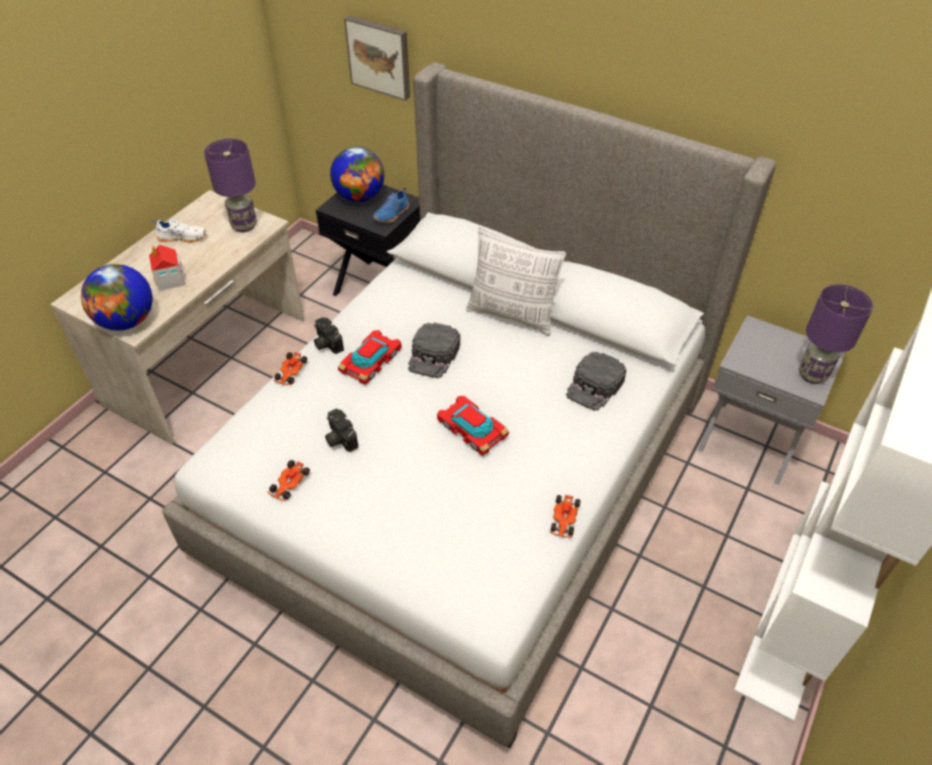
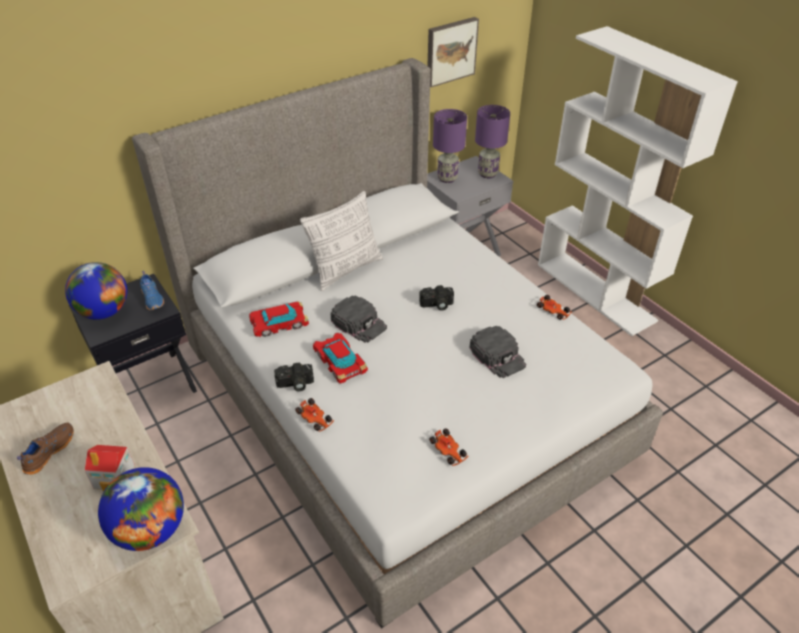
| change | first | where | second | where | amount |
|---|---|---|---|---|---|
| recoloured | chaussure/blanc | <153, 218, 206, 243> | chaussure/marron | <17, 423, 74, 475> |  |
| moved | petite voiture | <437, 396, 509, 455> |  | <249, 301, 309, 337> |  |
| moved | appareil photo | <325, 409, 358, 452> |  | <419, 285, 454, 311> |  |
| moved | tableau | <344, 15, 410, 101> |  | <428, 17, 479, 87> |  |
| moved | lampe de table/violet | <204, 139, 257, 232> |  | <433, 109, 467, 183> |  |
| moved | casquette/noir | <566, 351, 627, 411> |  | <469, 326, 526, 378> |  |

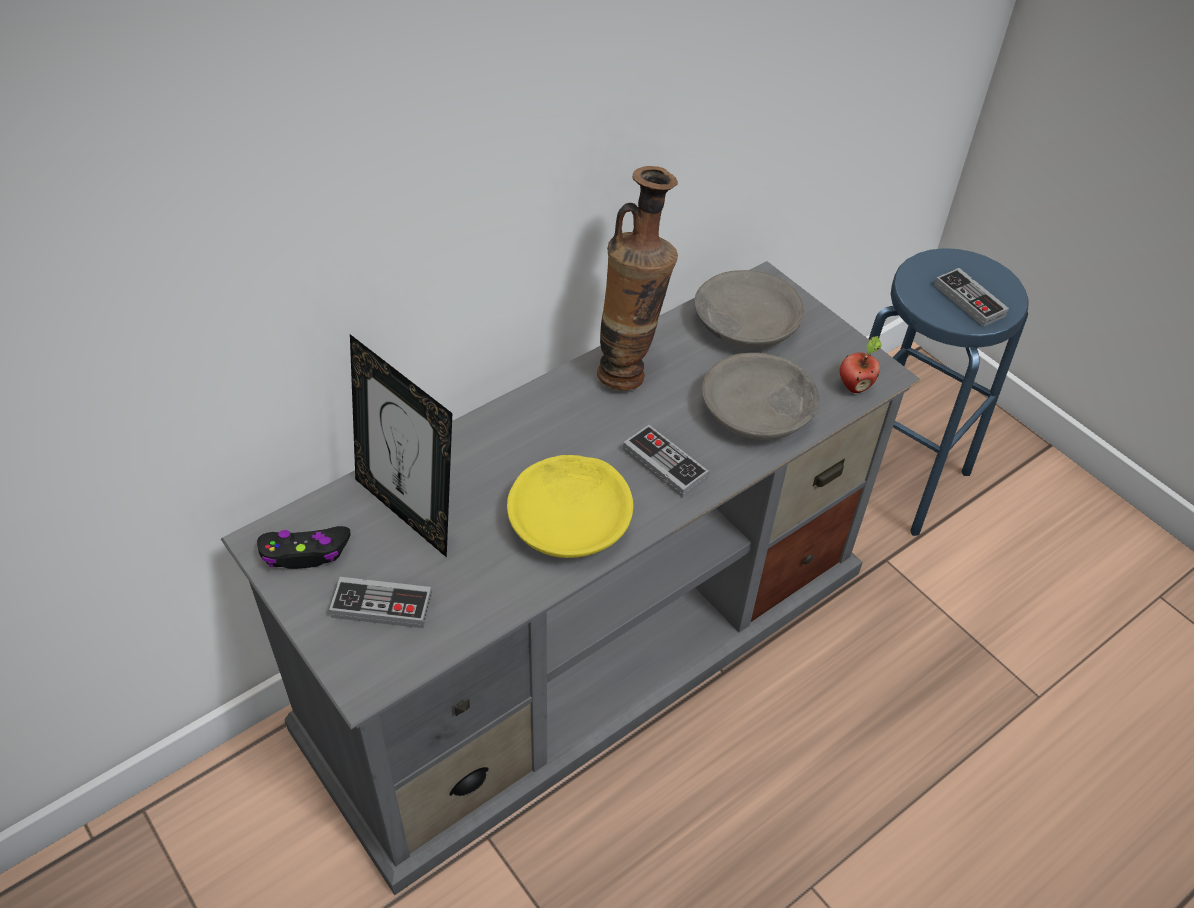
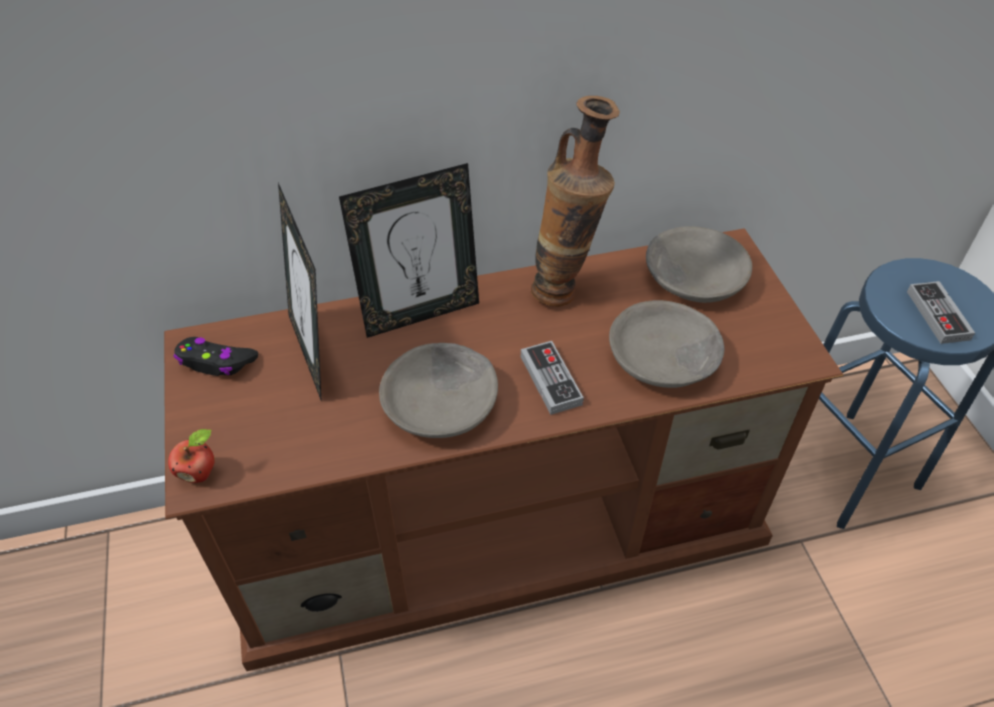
| change | first | where | second | where | amount |
|---|---|---|---|---|---|
| recoloured | meuble télé/gris | <221, 261, 921, 895> | meuble télé/marron | <164, 228, 844, 671> |  |
| moved | pomme | <840, 336, 881, 393> |  | <168, 429, 215, 483> |  |
| added |  |  | cadre photo | <339, 163, 479, 338> |  |
| recoloured | bol/jaune | <507, 455, 633, 558> | bol/gris | <379, 343, 498, 438> |  |
| removed | manette | <329, 577, 432, 628> |  |  |  |

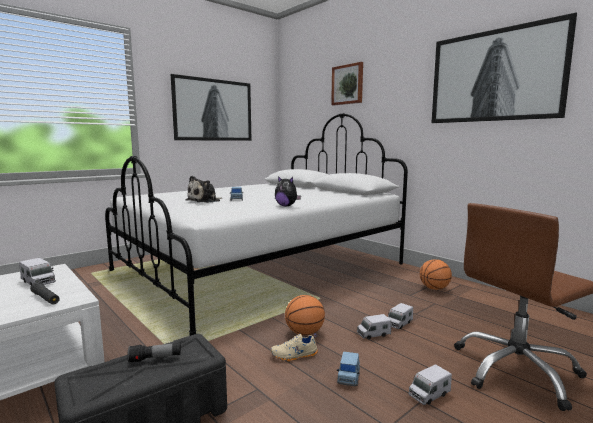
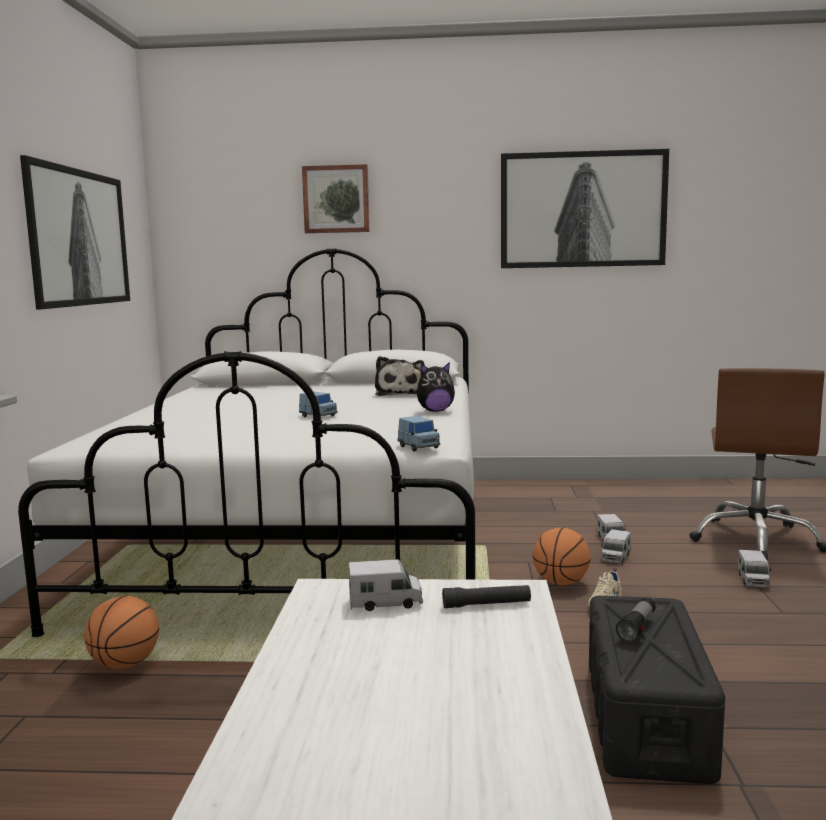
| change | first | where | second | where | amount |
|---|---|---|---|---|---|
| moved | ballon de basket | <420, 259, 452, 290> |  | <84, 596, 159, 669> |  |
| moved | peluche | <186, 176, 222, 203> |  | <375, 356, 424, 396> |  |
| moved | petite voiture/bleu | <337, 352, 360, 386> |  | <397, 416, 440, 451> |  |

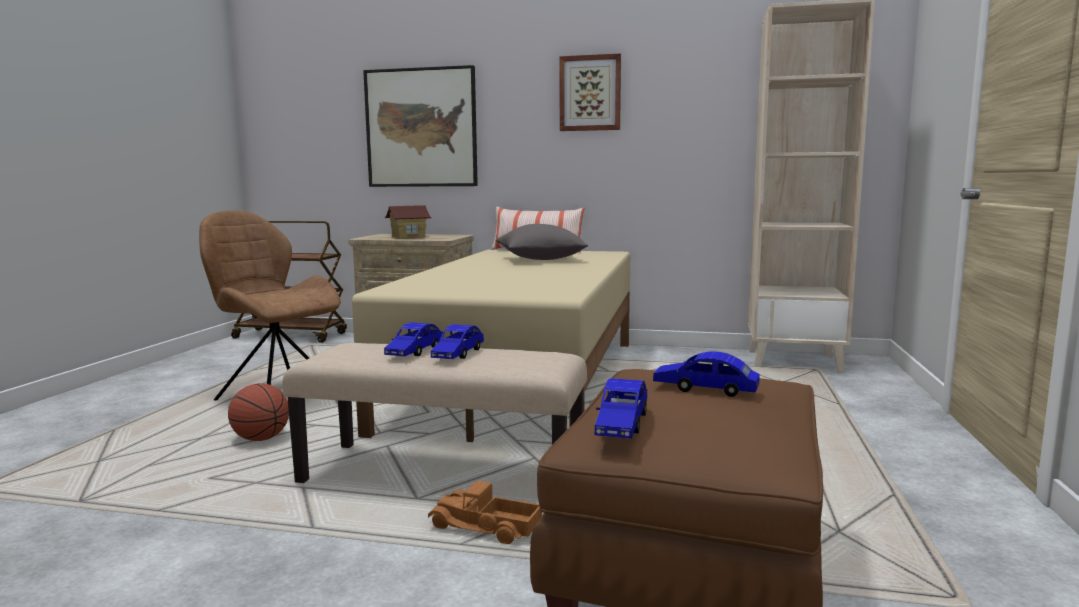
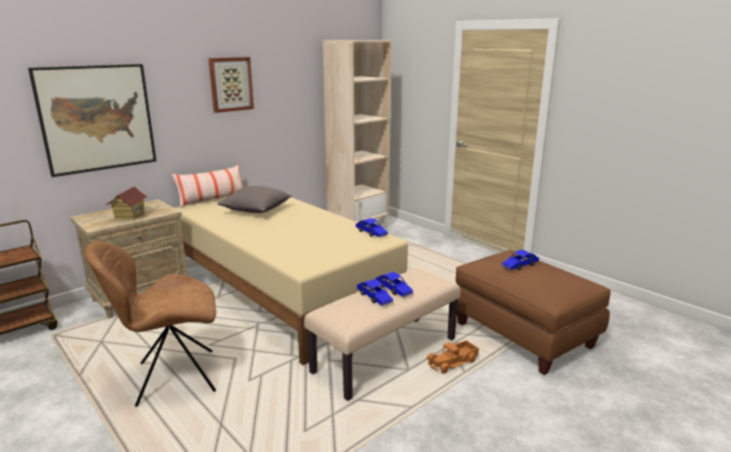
| change | first | where | second | where | amount |
|---|---|---|---|---|---|
| moved | petite voiture/bleu | <595, 378, 647, 439> |  | <356, 218, 388, 237> |  |
| removed | ballon de basket | <228, 383, 289, 441> |  |  |  |

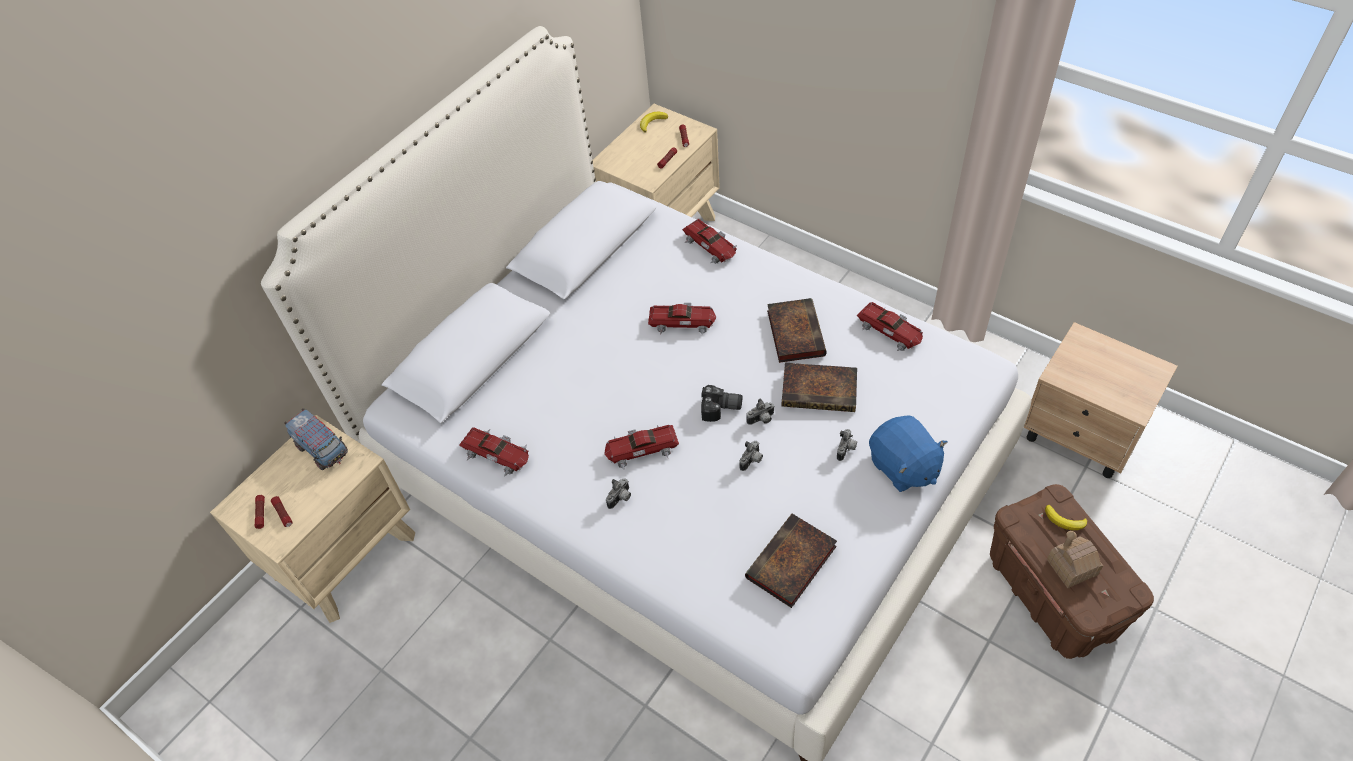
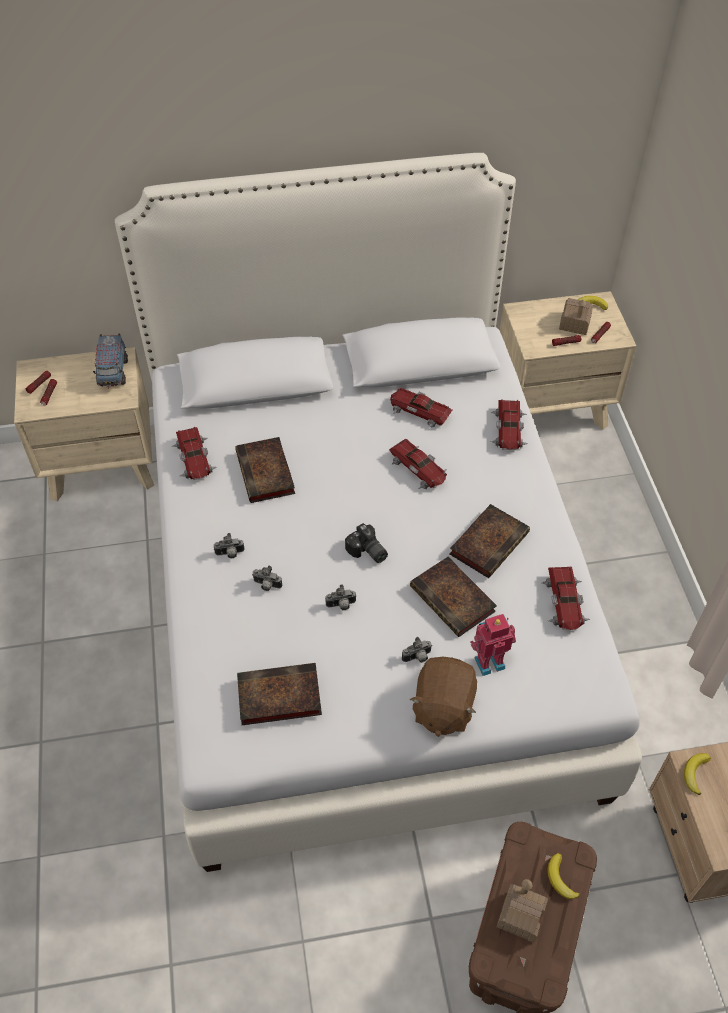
| change | first | where | second | where | amount |
|---|---|---|---|---|---|
| added |  |  | livre | <235, 437, 295, 503> |  |
| moved | appareil photo | <746, 398, 775, 425> |  | <252, 565, 282, 591> |  |
| moved | petite voiture | <604, 425, 679, 470> |  | <390, 388, 452, 428> |  |
| recoloured | peluche/bleu | <869, 415, 948, 492> | peluche/marron | <410, 657, 477, 737> |  |
| added |  |  | robot jouet | <470, 614, 516, 676> |  |
| added |  |  | maison miniature | <559, 298, 593, 335> |  |
| added |  |  | banane | <684, 753, 711, 795> |  |

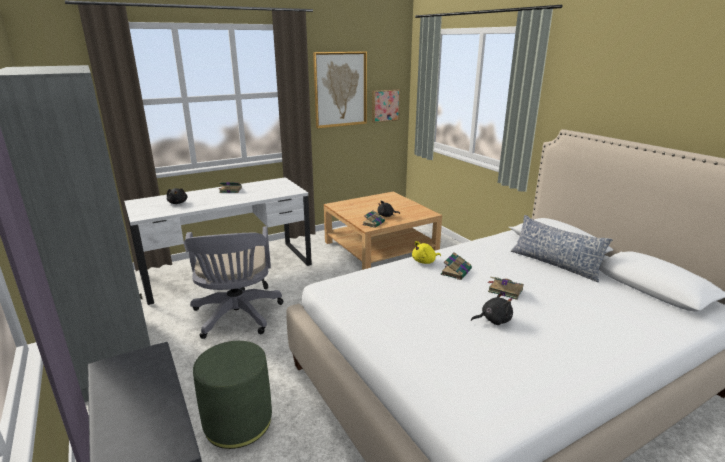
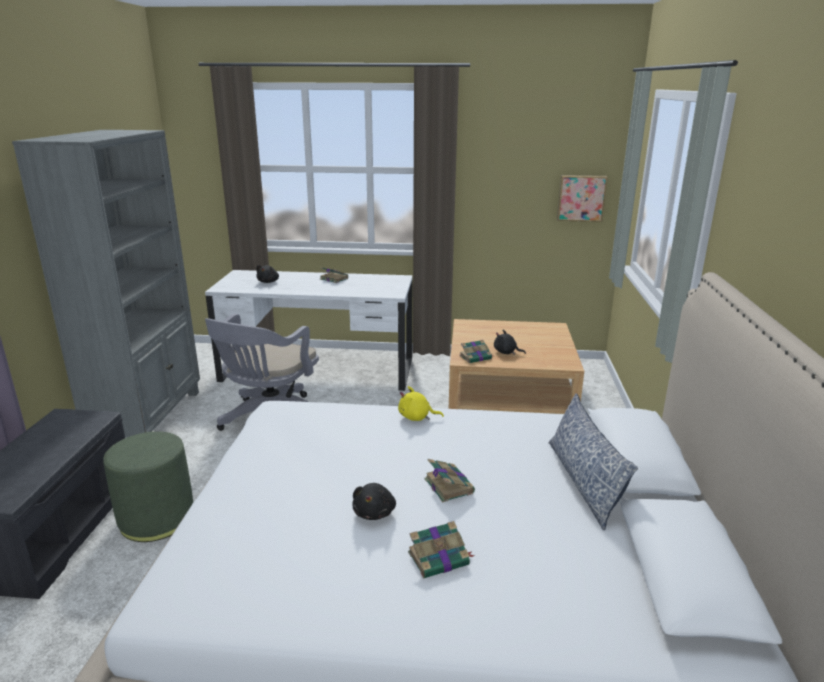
| change | first | where | second | where | amount |
|---|---|---|---|---|---|
| turned | peluche/noir | <471, 292, 513, 325> |  | <352, 483, 396, 520> | 75 degrees clockwise |
| moved | livre | <441, 252, 472, 280> |  | <408, 521, 475, 578> |  |
| removed | tableau | <313, 52, 367, 128> |  |  |  |

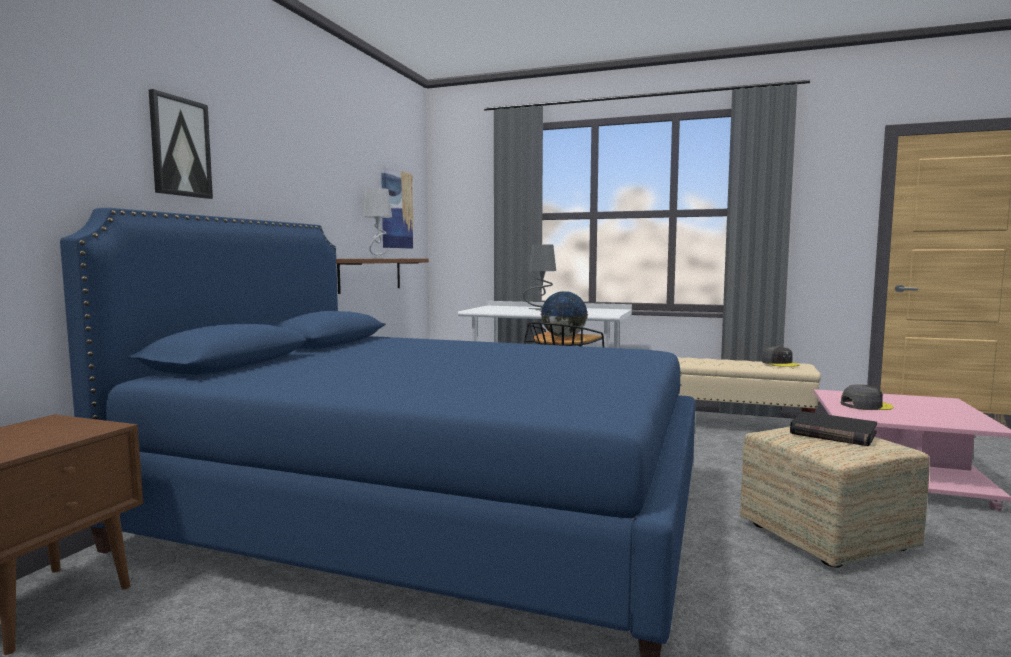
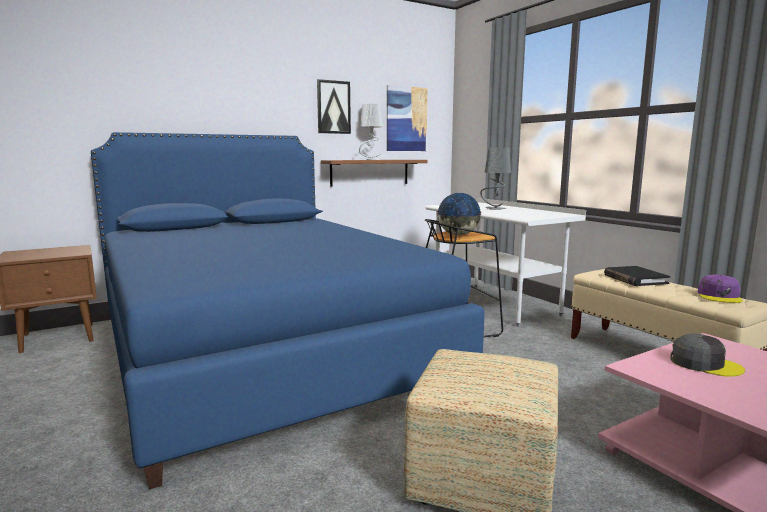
| change | first | where | second | where | amount |
|---|---|---|---|---|---|
| moved | tableau | <149, 89, 213, 199> |  | <317, 79, 351, 134> |  |
| moved | livre/noir | <790, 411, 877, 446> |  | <604, 266, 670, 286> |  |
| recoloured | casquette/gris | <762, 346, 800, 367> | casquette/violet | <698, 275, 743, 303> |  |

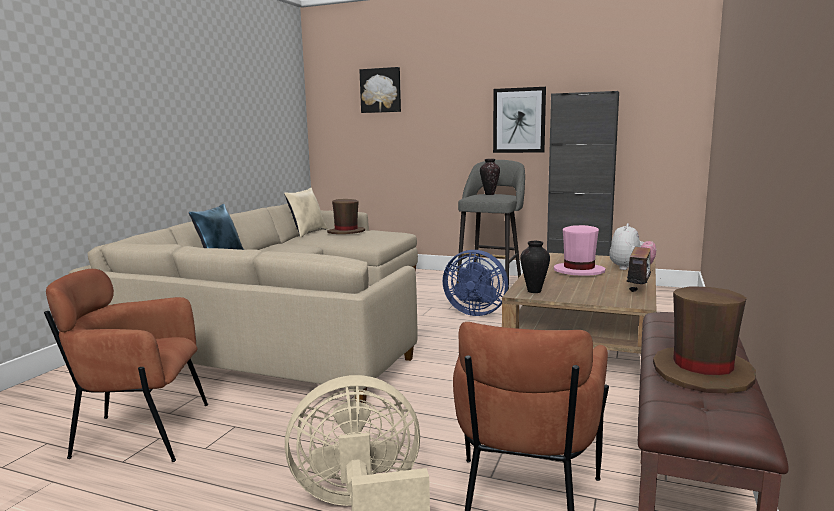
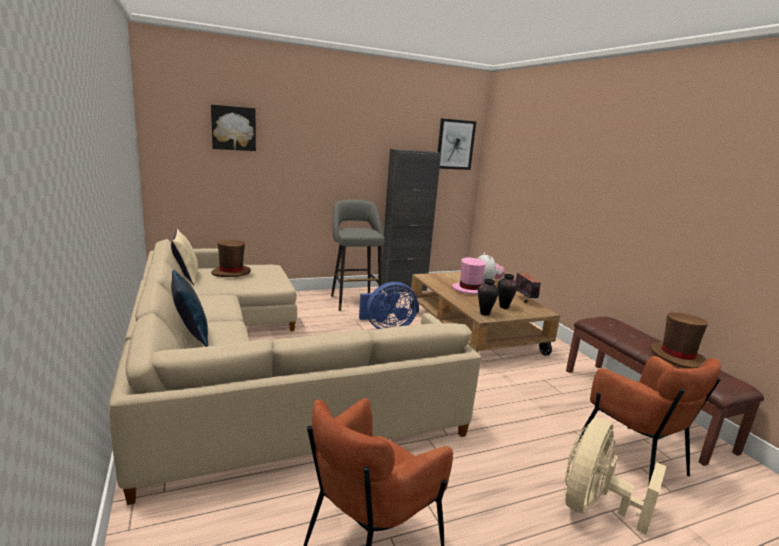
| change | first | where | second | where | amount |
|---|---|---|---|---|---|
| moved | tableau | <493, 87, 546, 153> |  | <438, 118, 476, 170> |  |
| moved | vase | <480, 159, 500, 195> |  | <498, 274, 518, 309> |  |

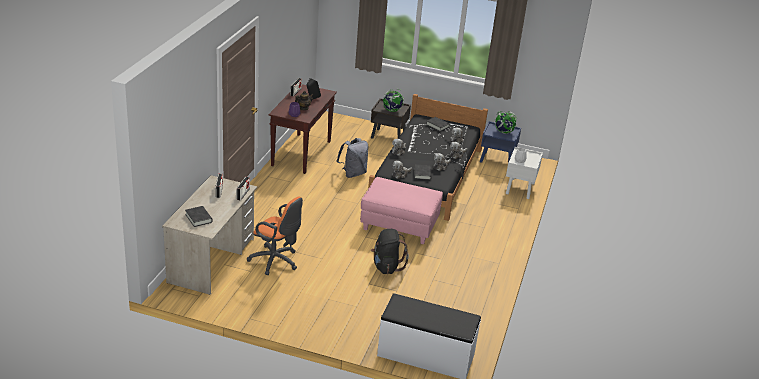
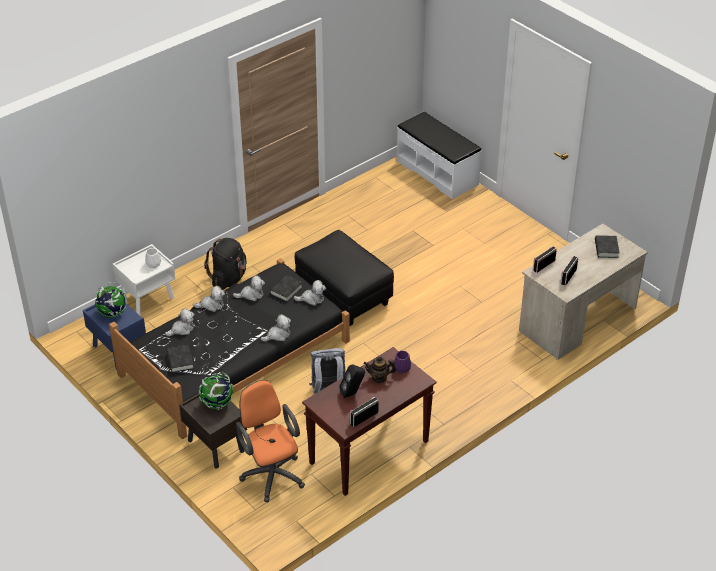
| change | first | where | second | where | amount |
|---|---|---|---|---|---|
| moved | sac à dos/noir | <371, 229, 409, 274> |  | <204, 238, 247, 290> |  |
| moved | chaise de bureau/orange | <247, 196, 303, 275> |  | <236, 380, 305, 502> |  |
| recoloured | pouf/rose | <360, 177, 443, 244> | pouf/noir | <295, 230, 394, 326> |  |

